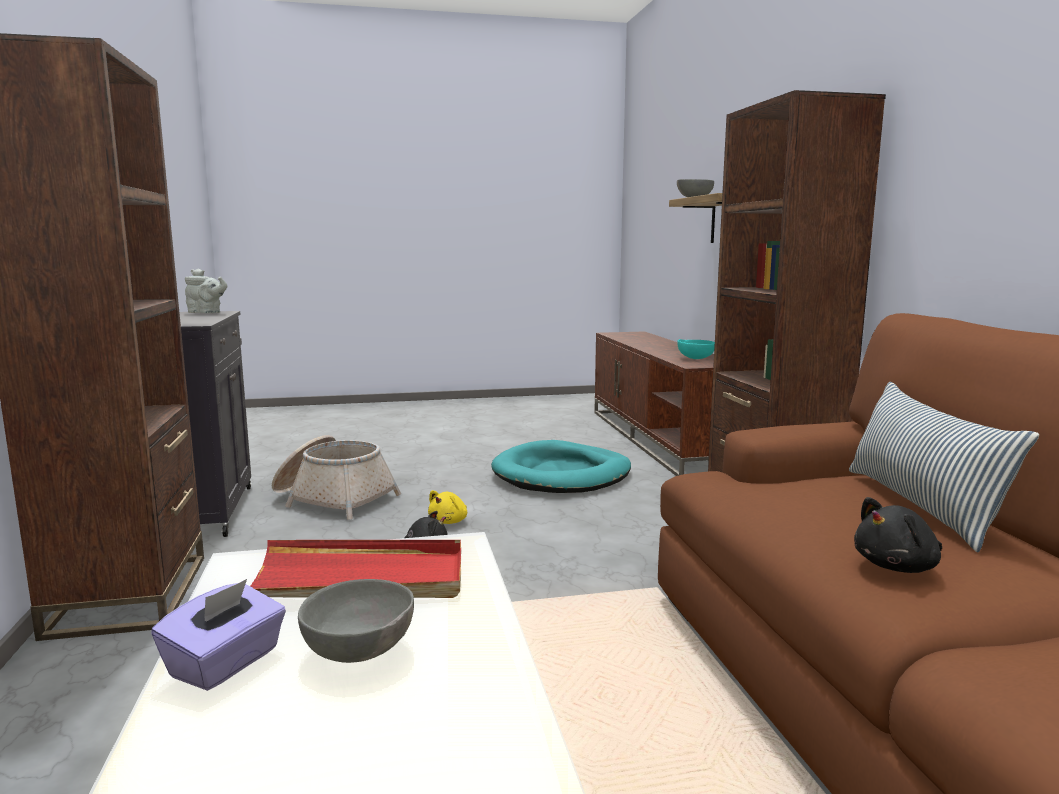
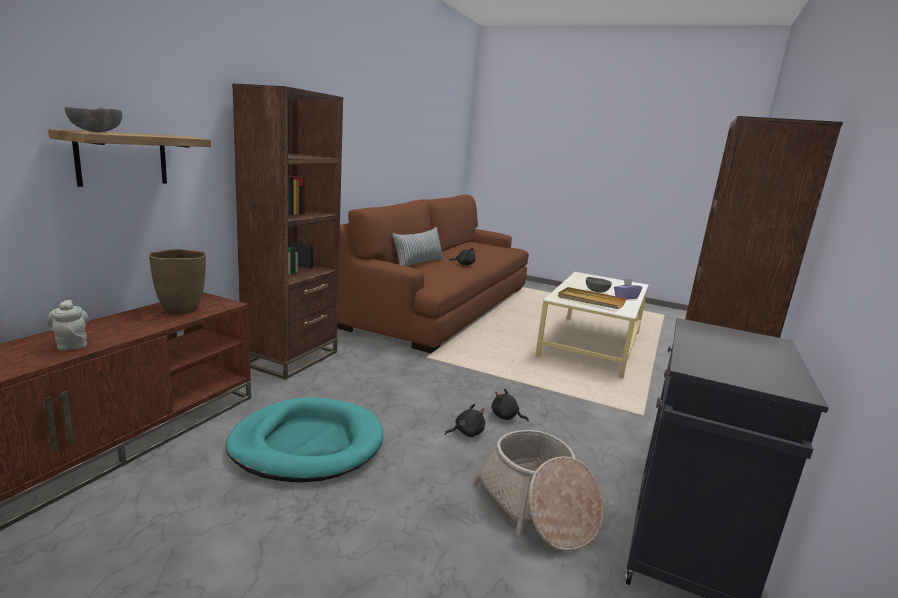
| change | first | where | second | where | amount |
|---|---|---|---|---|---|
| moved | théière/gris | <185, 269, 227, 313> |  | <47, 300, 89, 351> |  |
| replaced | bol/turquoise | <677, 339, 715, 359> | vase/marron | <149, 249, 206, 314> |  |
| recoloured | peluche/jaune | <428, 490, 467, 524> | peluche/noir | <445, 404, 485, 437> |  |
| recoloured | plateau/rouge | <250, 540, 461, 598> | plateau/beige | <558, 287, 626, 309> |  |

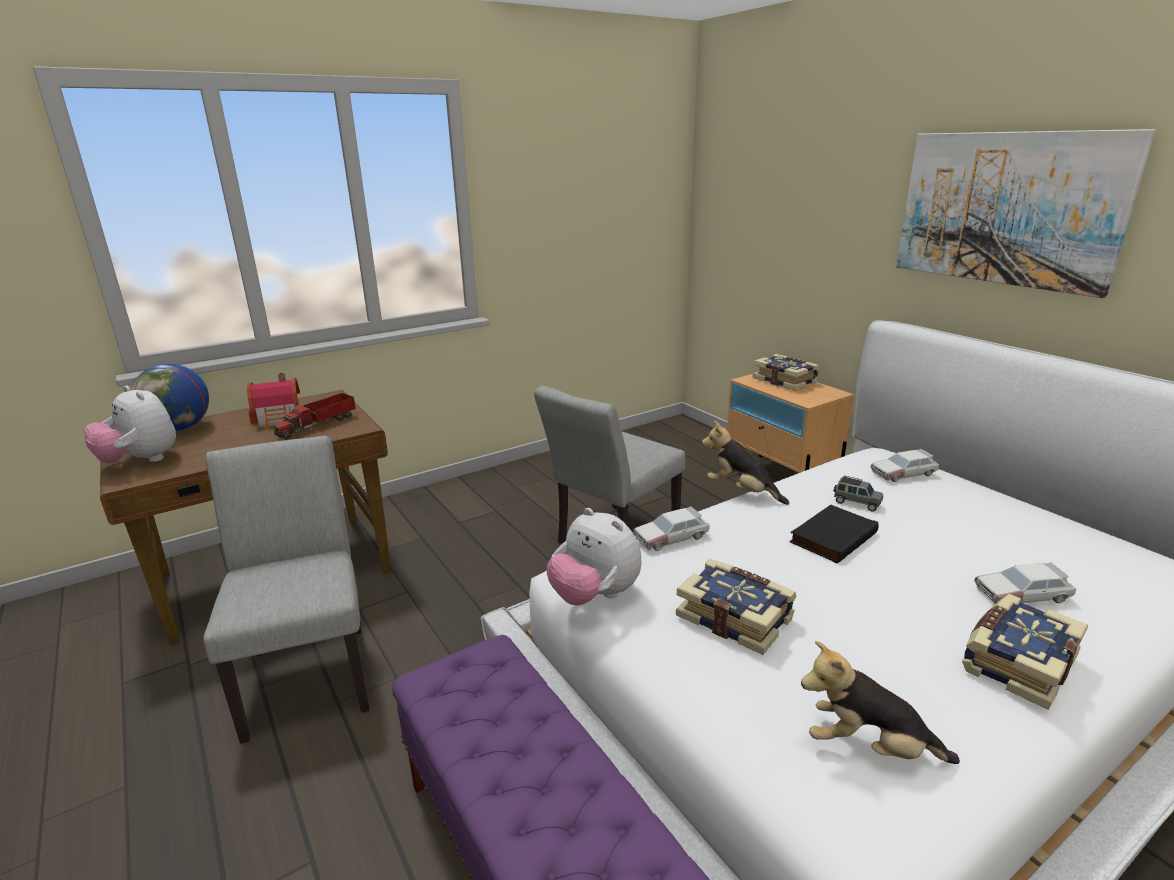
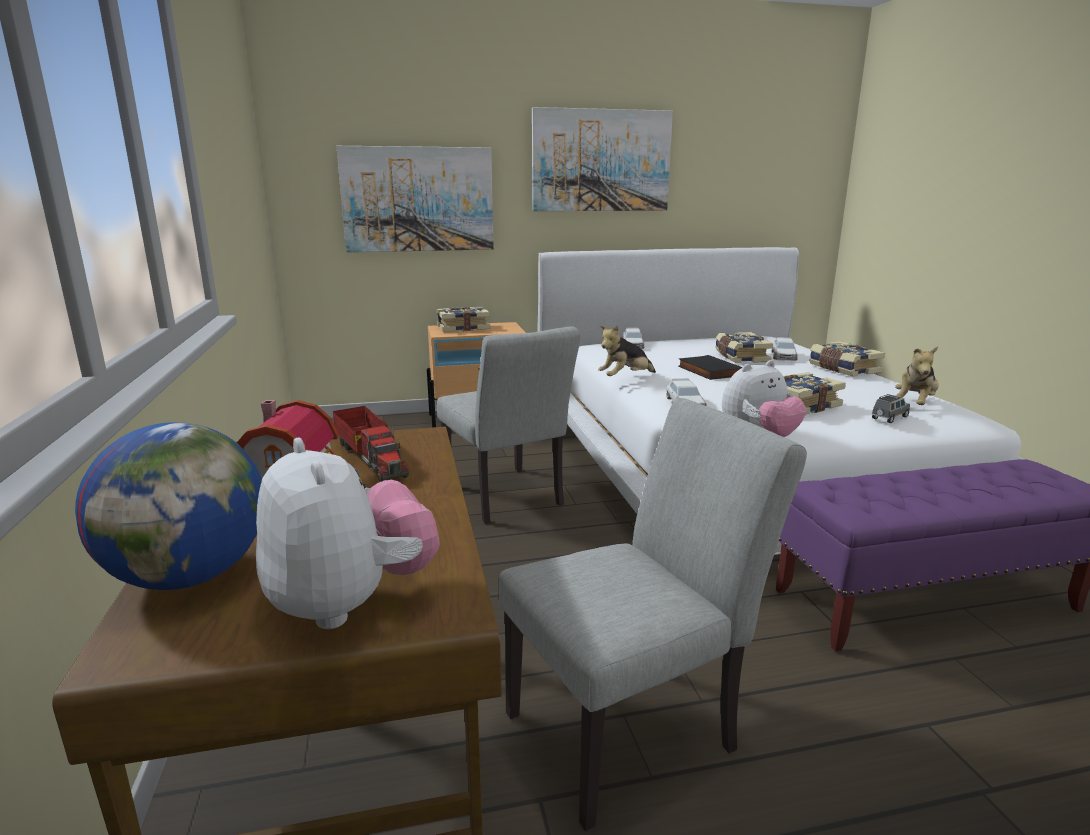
| change | first | where | second | where | amount |
|---|---|---|---|---|---|
| turned | peluche | <84, 385, 176, 464> |  | <256, 437, 440, 629> | 90 degrees counterclockwise |
| added |  |  | tableau | <336, 146, 494, 252> |  |
| turned | chaise/gris | <203, 436, 370, 744> |  | <498, 398, 807, 832> | 150 degrees clockwise |
| added |  |  | livre | <715, 332, 773, 363> |  |
| moved | petite voiture/gris | <834, 476, 883, 512> |  | <872, 394, 910, 423> |  |

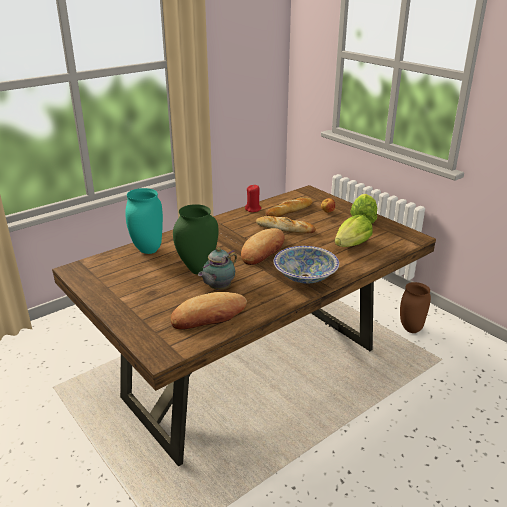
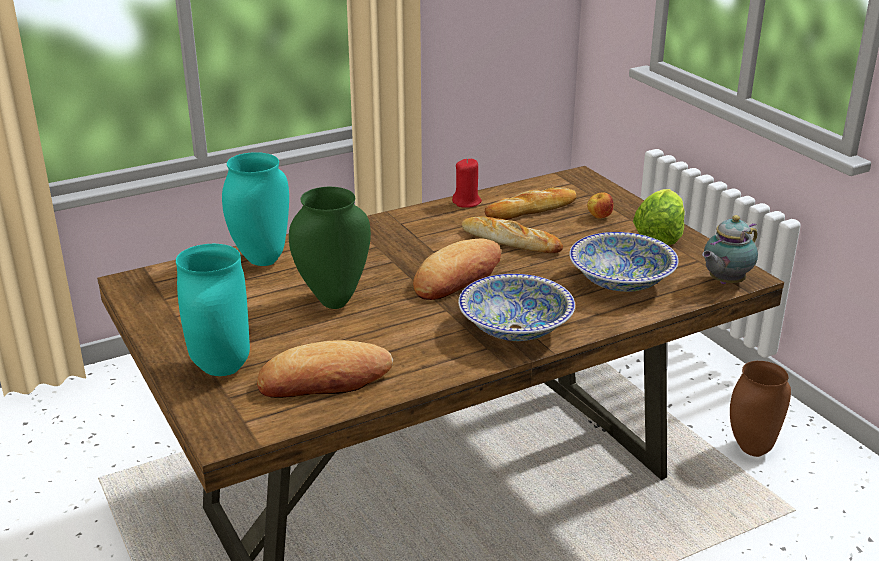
| change | first | where | second | where | amount |
|---|---|---|---|---|---|
| added |  |  | vase/turquoise | <176, 244, 250, 376> |  |
| replaced | laitue | <335, 215, 373, 247> | bol | <569, 232, 678, 292> |  |
| moved | théière | <198, 247, 237, 290> |  | <702, 215, 758, 284> |  |

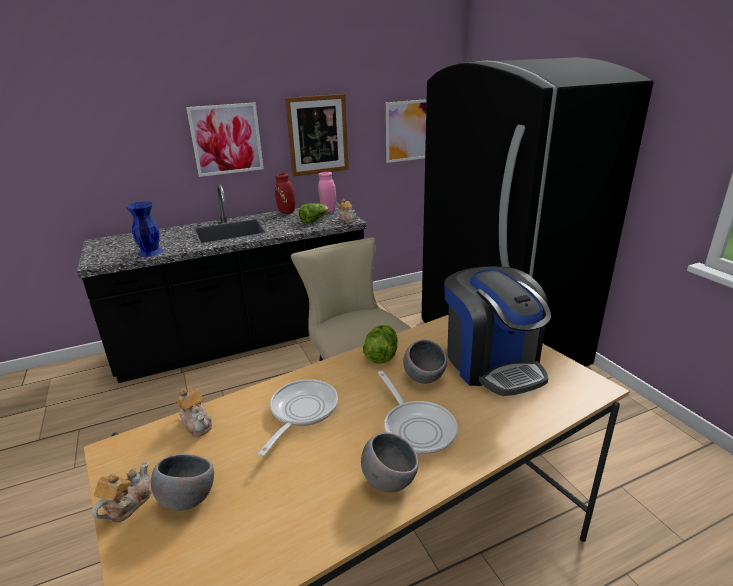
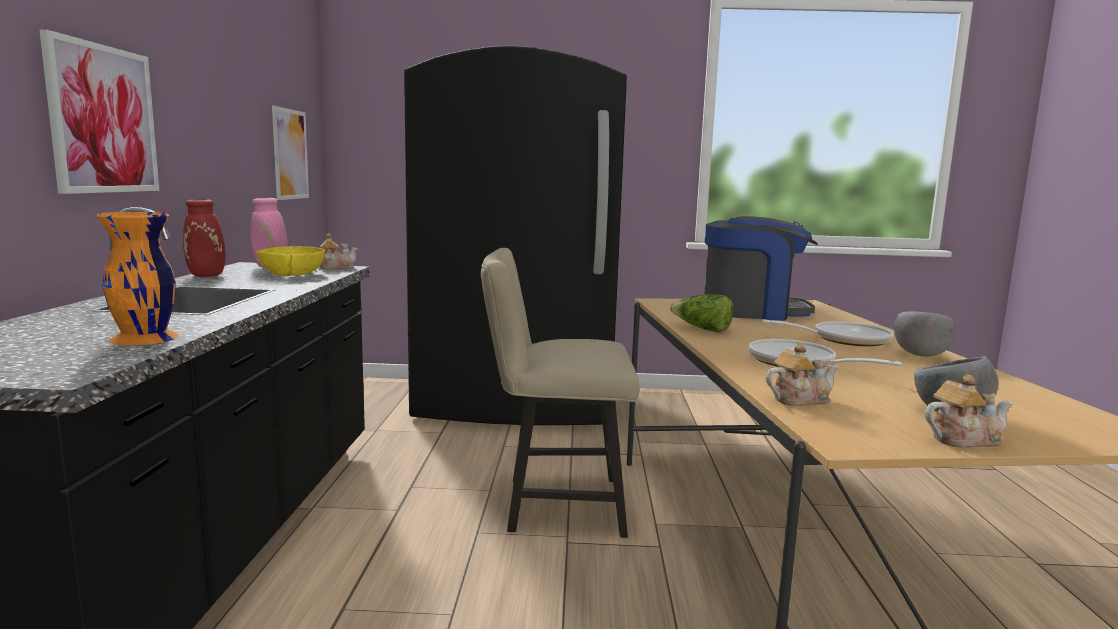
| change | first | where | second | where | amount |
|---|---|---|---|---|---|
| recoloured | vase/bleu | <126, 201, 163, 257> | vase/orange | <96, 212, 180, 345> |  |
| replaced | laitue | <298, 203, 329, 223> | bol/jaune | <257, 246, 325, 276> |  |
| turned | théière | <92, 462, 152, 522> |  | <925, 374, 1013, 448> | 120 degrees clockwise |
| removed | tableau | <285, 94, 349, 177> |  |  |  |
| removed | bol/gris | <403, 340, 447, 384> |  |  |  |

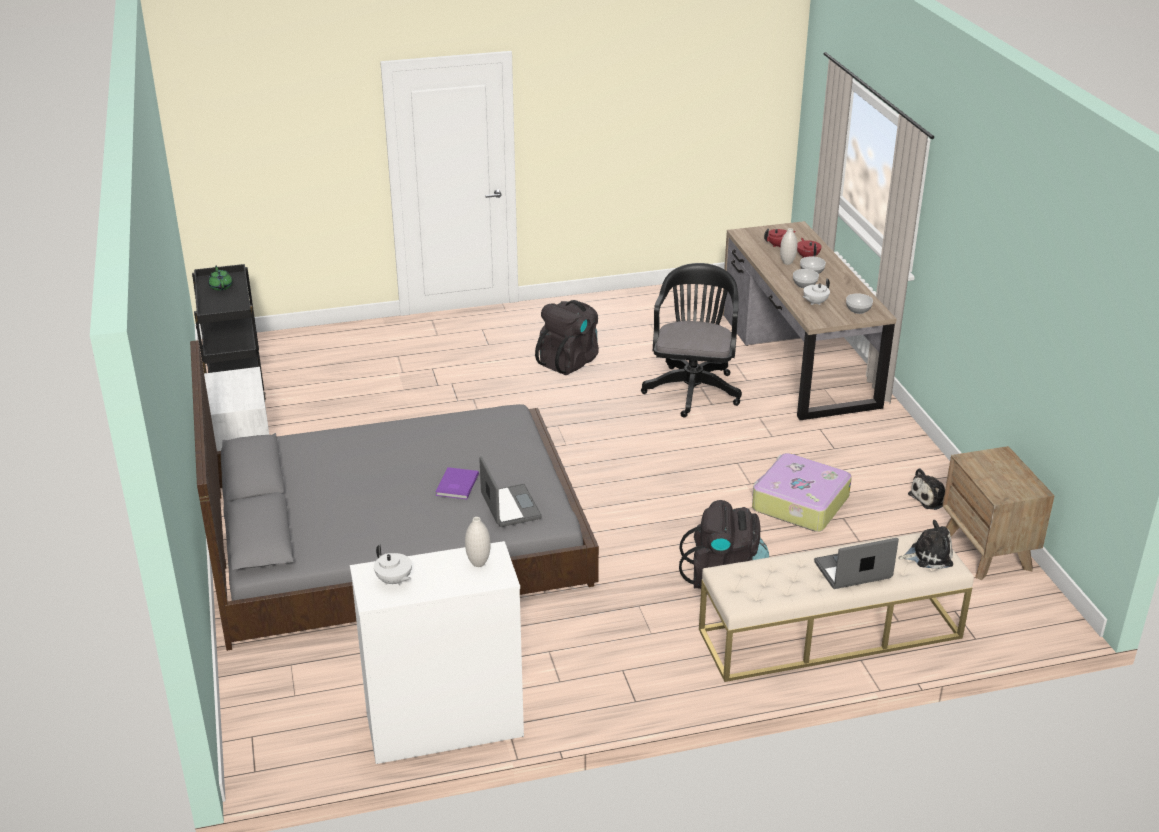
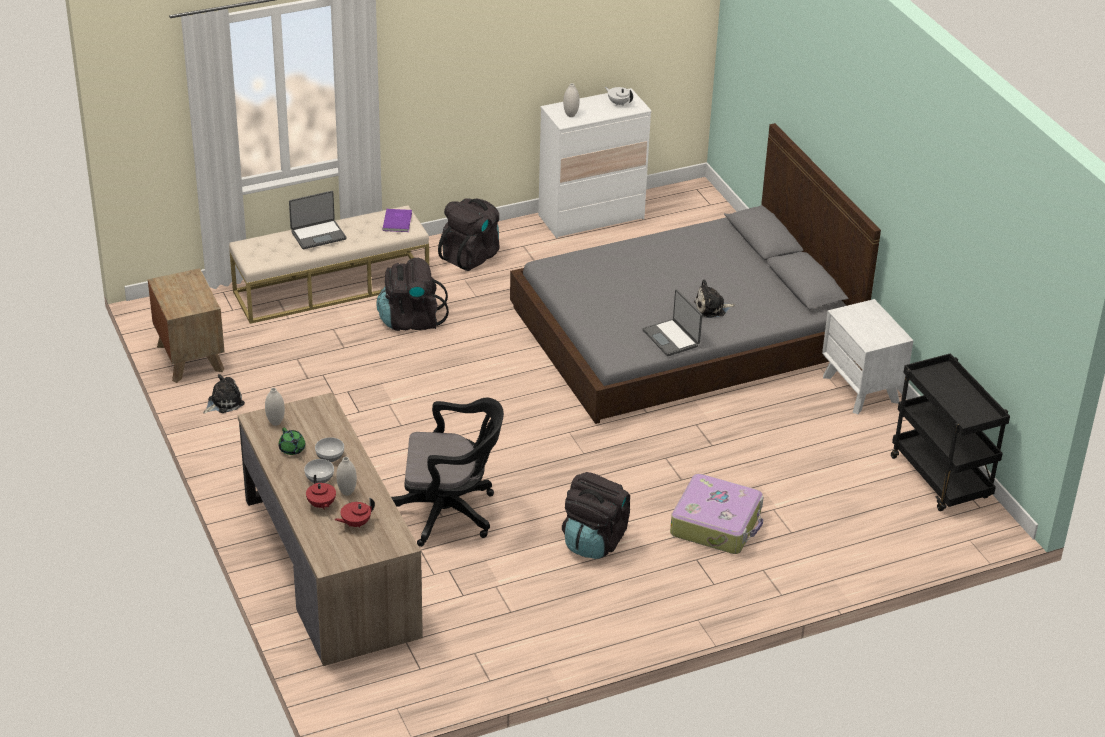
| change | first | where | second | where | amount |
|---|---|---|---|---|---|
| replaced | bol | <846, 293, 873, 314> | vase/blanc | <265, 388, 285, 426> |  |
| moved | théière/vert | <208, 265, 233, 291> |  | <278, 428, 306, 455> |  |
| moved | livre/violet | <436, 467, 479, 499> |  | <382, 209, 412, 232> |  |
| turned | chaise de bureau/noir | <641, 263, 742, 418> |  | <391, 398, 504, 547> | 90 degrees counterclockwise |
| added |  |  | sac à dos/noir | <438, 198, 500, 271> |  |
| moved | ordinateur portable | <479, 456, 542, 527> |  | <642, 289, 702, 356> |  |
| moved | valise | <752, 453, 852, 532> |  | <670, 474, 764, 554> |  |
| moved | peluche | <898, 520, 953, 569> |  | <694, 280, 735, 318> |  |
| removed | théière/blanc | <803, 278, 830, 305> |  |  |  |

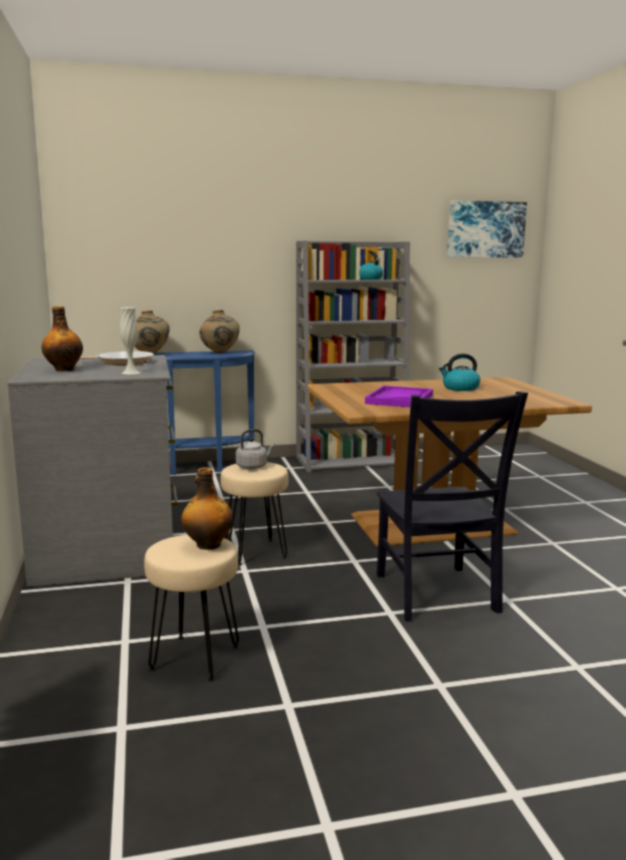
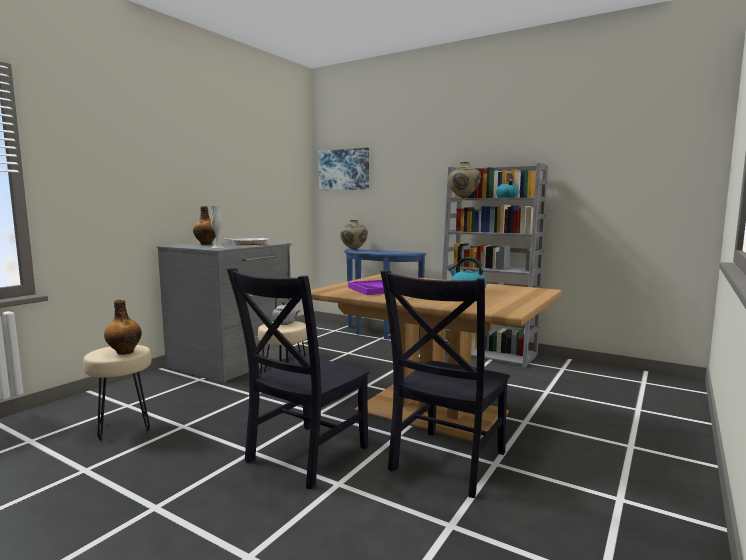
| change | first | where | second | where | amount |
|---|---|---|---|---|---|
| moved | tableau | <447, 201, 527, 258> |  | <319, 148, 369, 190> |  |
| added |  |  | chaise/noir | <380, 270, 510, 498> |  |
| moved | vase/beige | <200, 310, 240, 353> |  | <448, 162, 481, 198> |  |

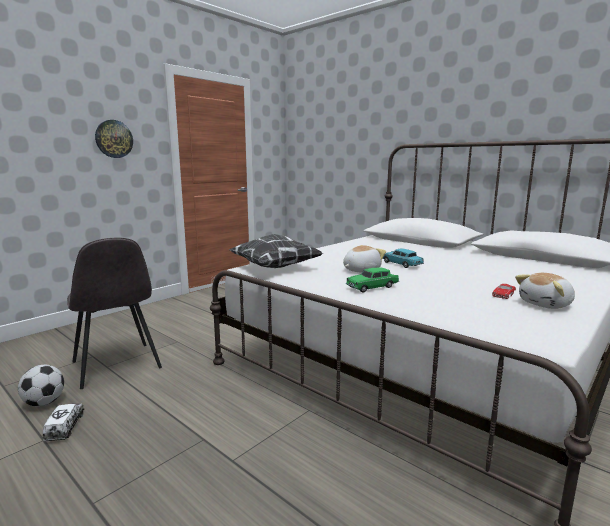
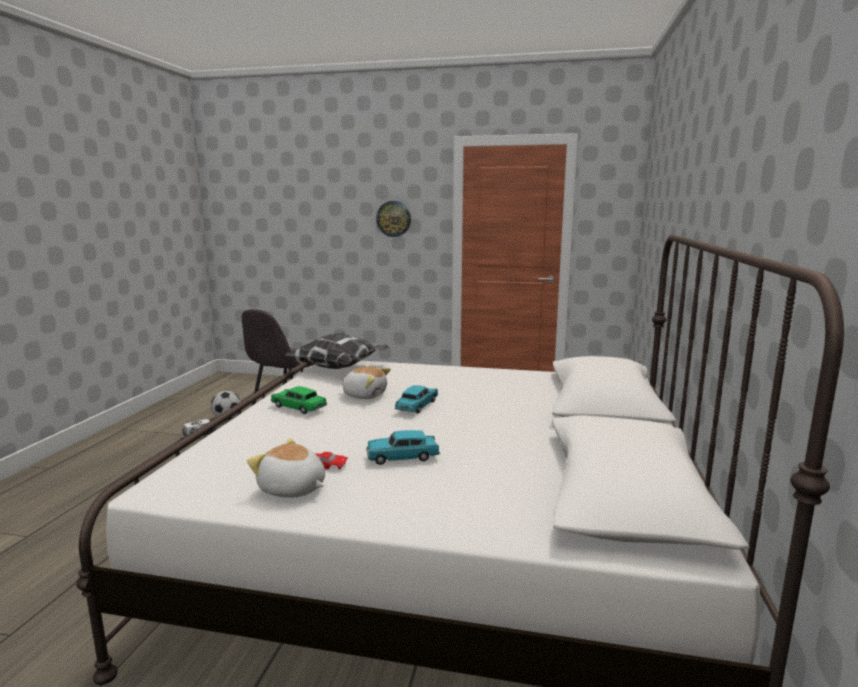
| change | first | where | second | where | amount |
|---|---|---|---|---|---|
| added |  |  | petite voiture/turquoise | <366, 430, 440, 465> |  |

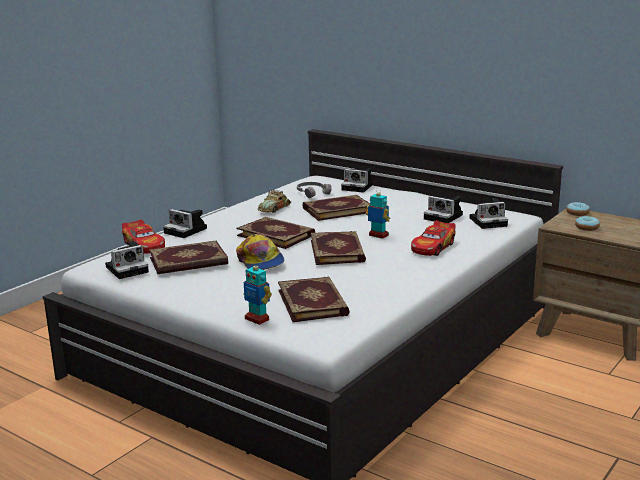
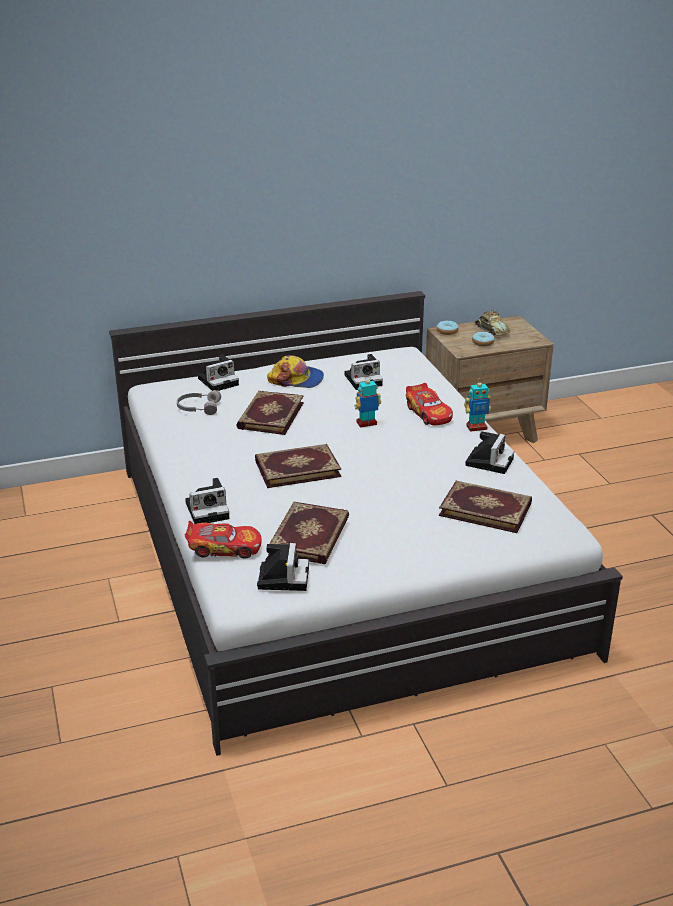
| change | first | where | second | where | amount |
|---|---|---|---|---|---|
| moved | casquette | <236, 234, 284, 270> |  | <267, 355, 324, 388> |  |
| moved | robot jouet | <243, 260, 272, 325> |  | <464, 378, 491, 432> |  |
| moved | appareil photo | <470, 198, 508, 229> |  | <465, 431, 514, 474> |  |
| moved | petite voiture | <258, 190, 291, 213> |  | <474, 310, 510, 336> |  |
| removed | livre | <311, 231, 366, 265> |  |  |  |

